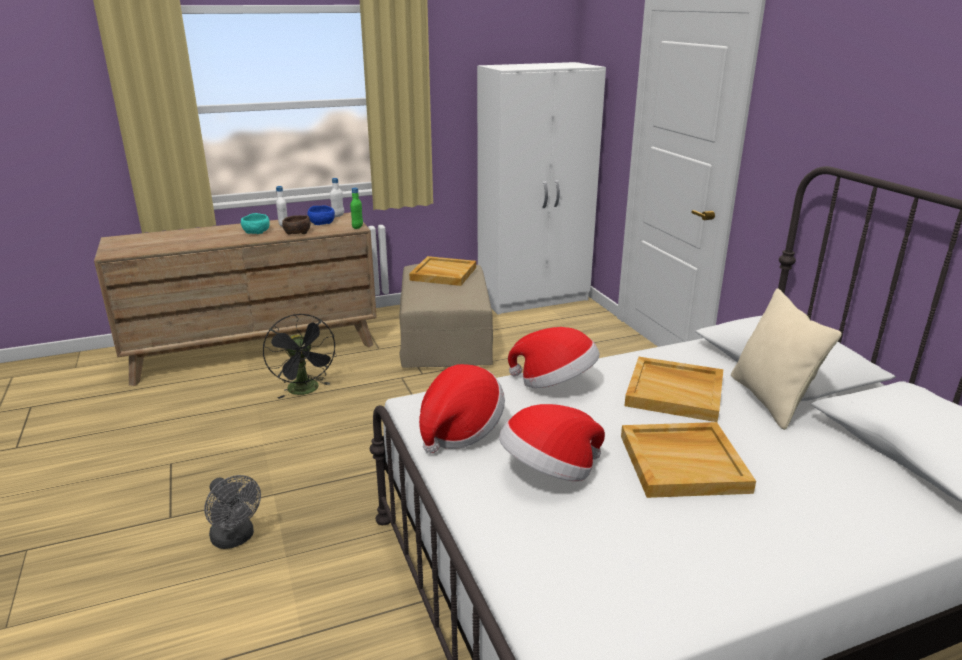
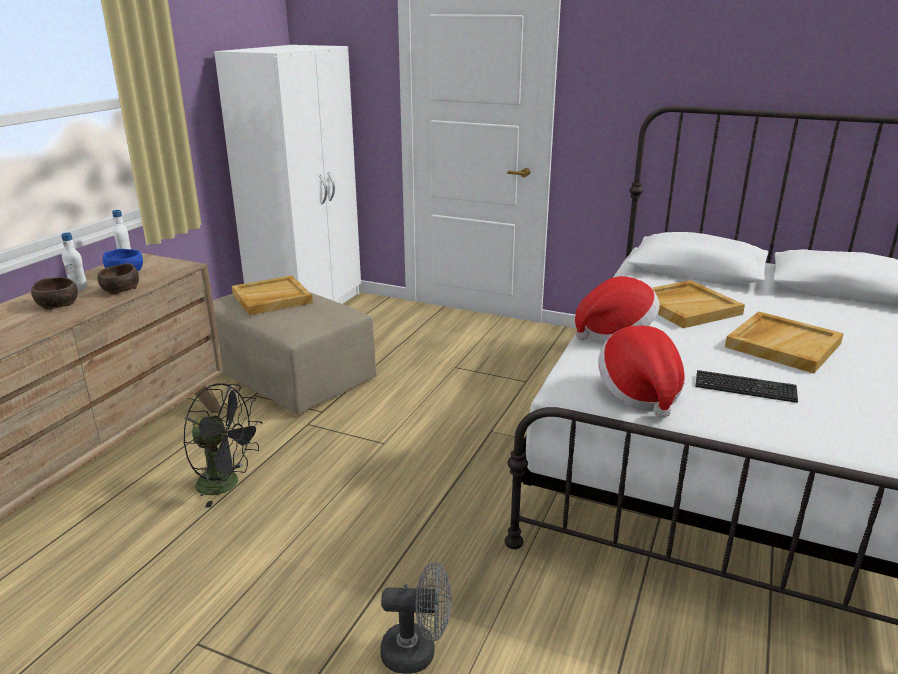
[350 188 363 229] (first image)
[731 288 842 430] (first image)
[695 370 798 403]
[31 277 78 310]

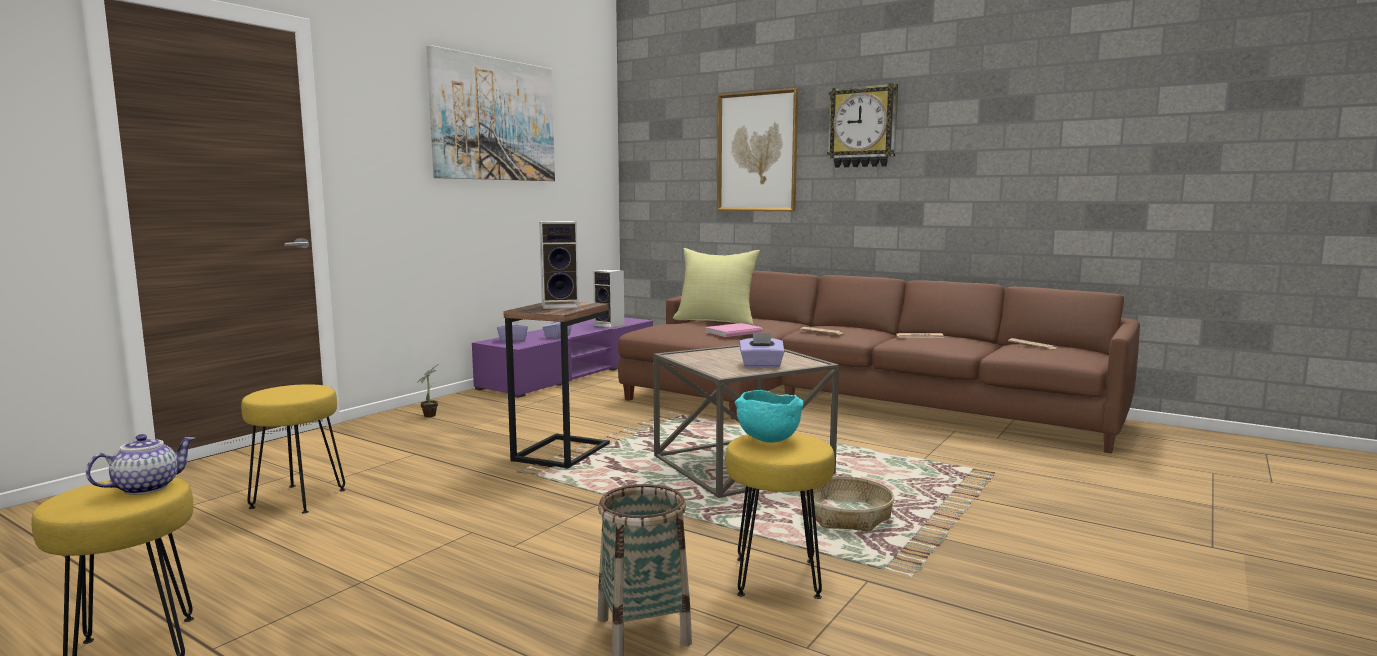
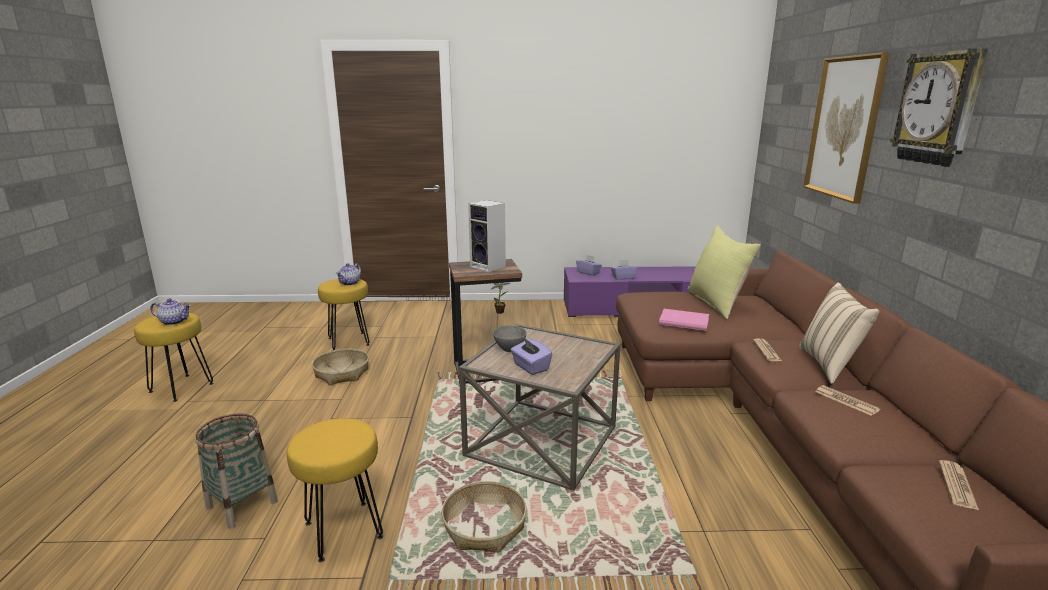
[427 45 555 181] (first image)
[593 269 624 328] (first image)
[734 390 803 443] (first image)
[312 349 369 385]
[336 263 361 286]
[493 325 527 352]
[799 282 879 384]

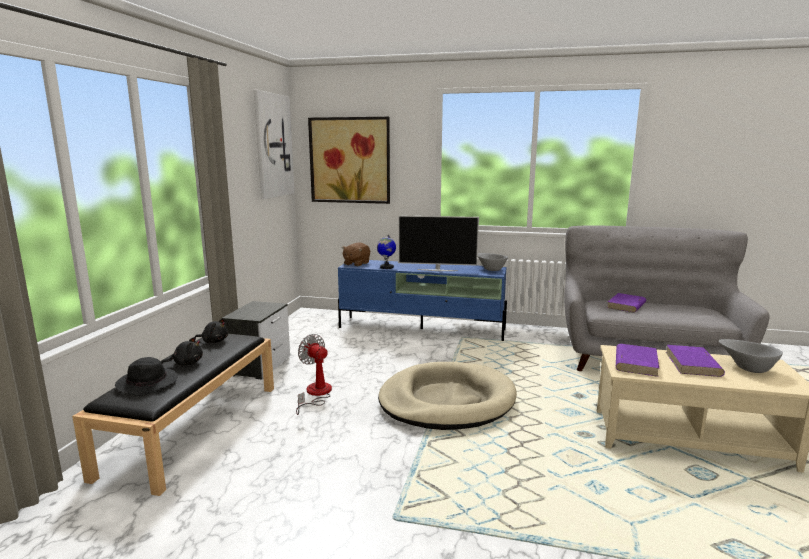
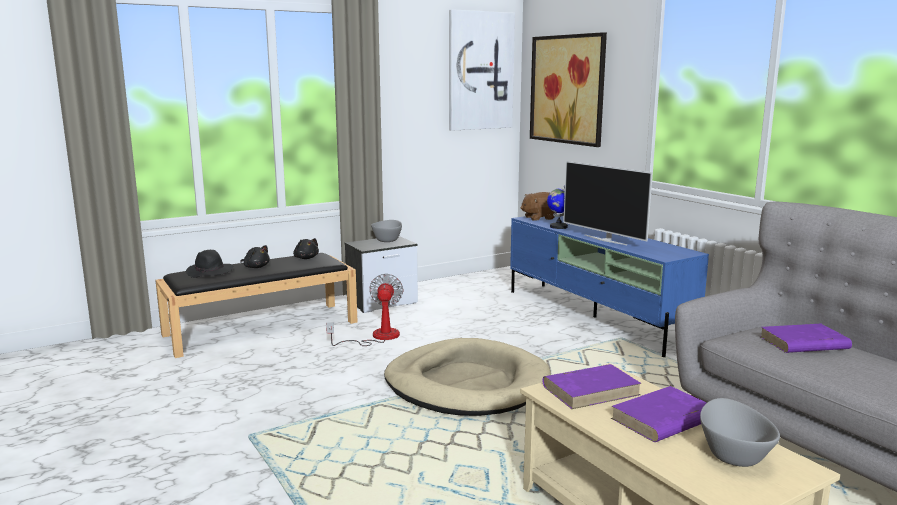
[371 220 402 242]

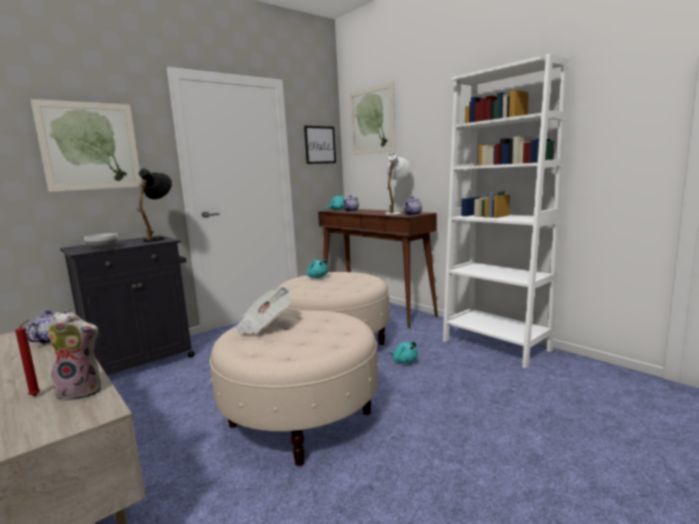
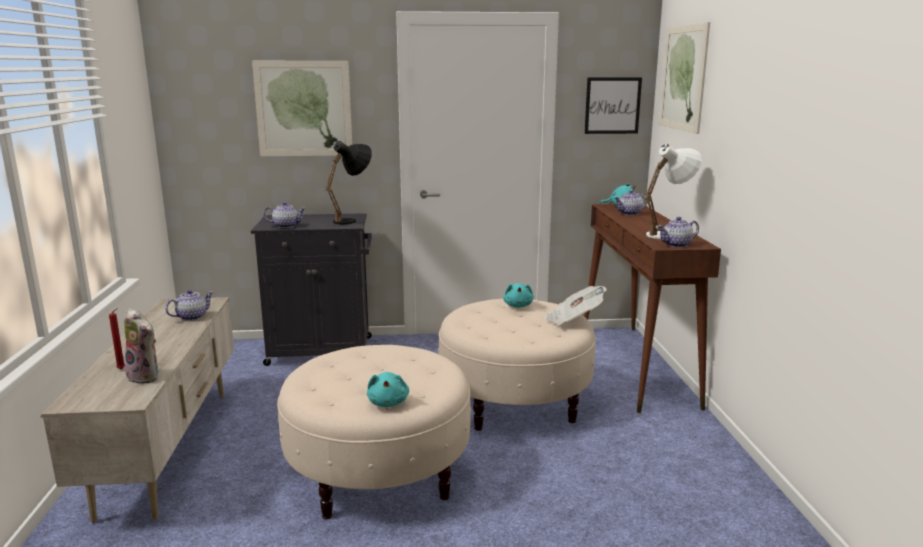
[443 53 568 368] (first image)
[543 286 607 325]
[367 372 409 407]
[264 202 306 228]

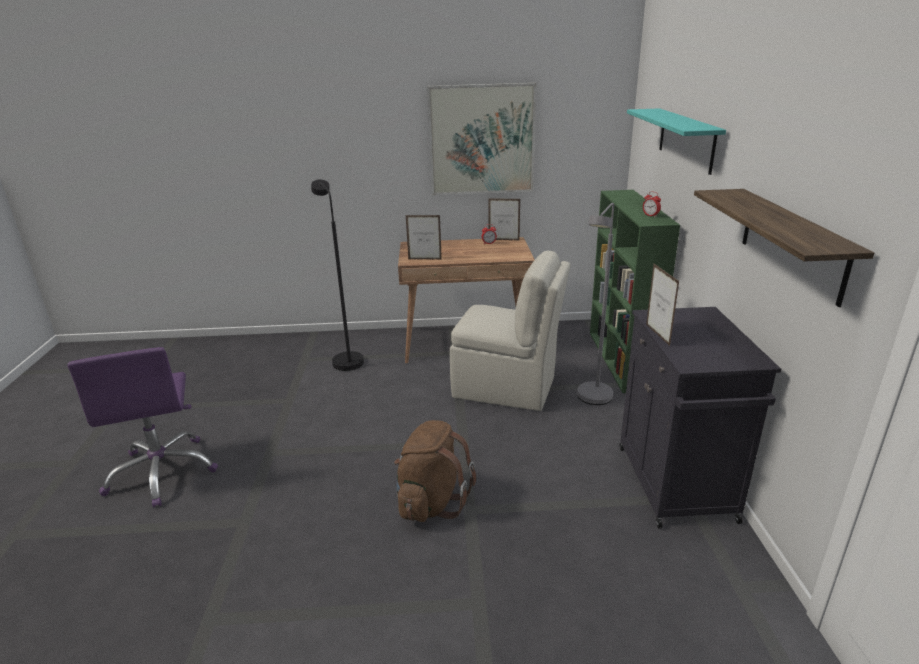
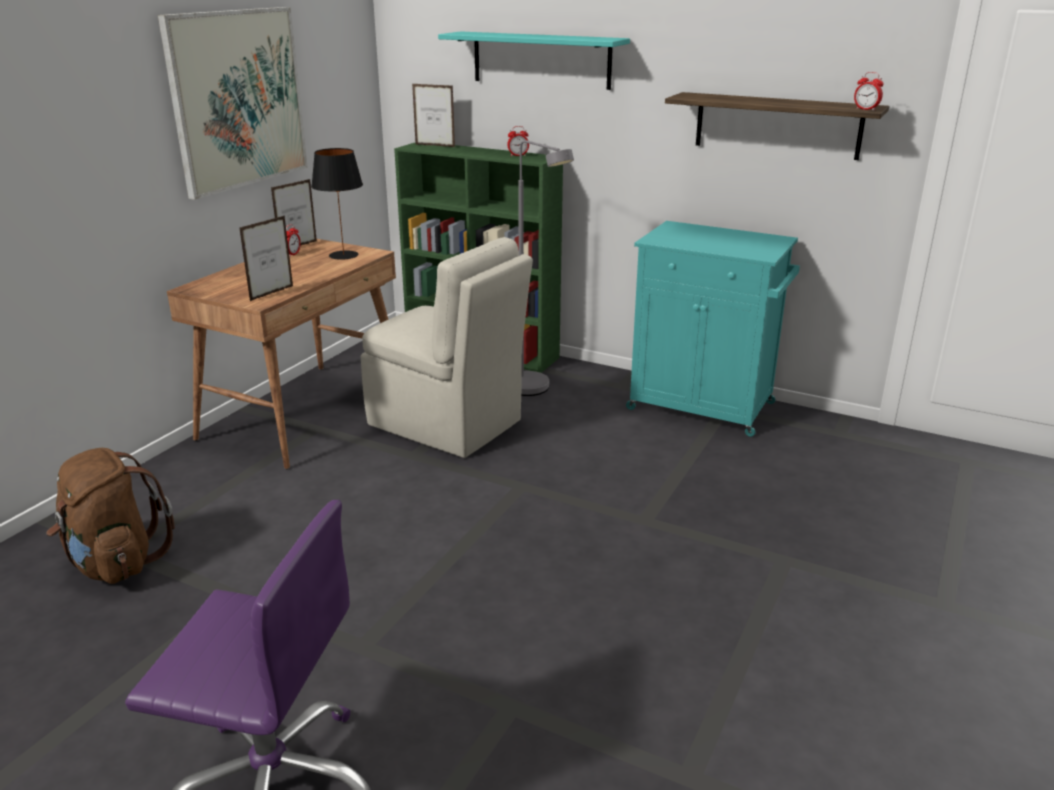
[311 180 364 371] (first image)
[311 148 363 260]
[854 72 883 111]
[47 448 175 584]
[412 84 455 147]
[626 221 800 437]
[361 237 533 458]

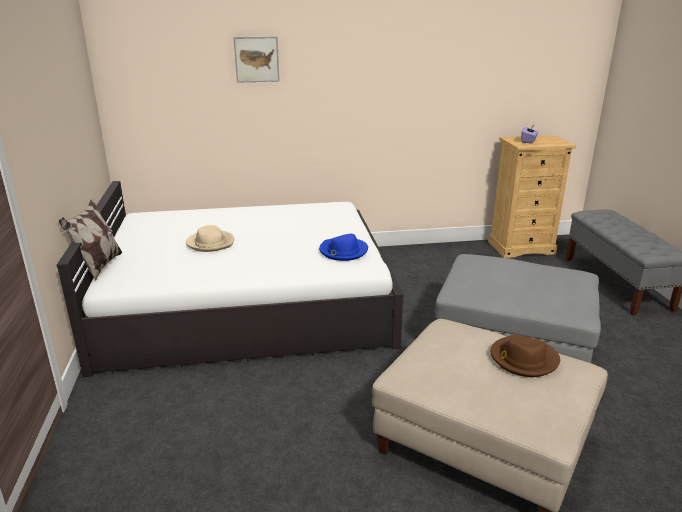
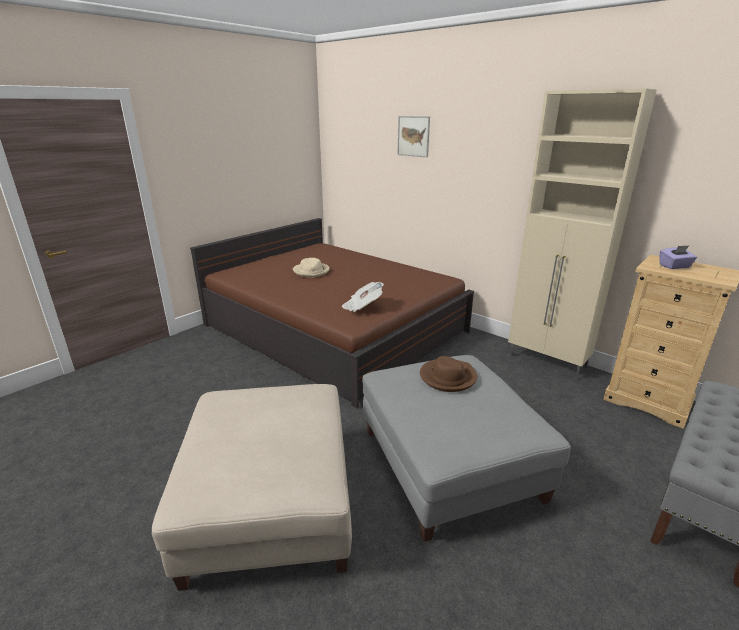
[59 200 122 281] (first image)
[508 88 657 380]
[420 356 477 392]
[342 282 384 312]
[190 218 474 409]

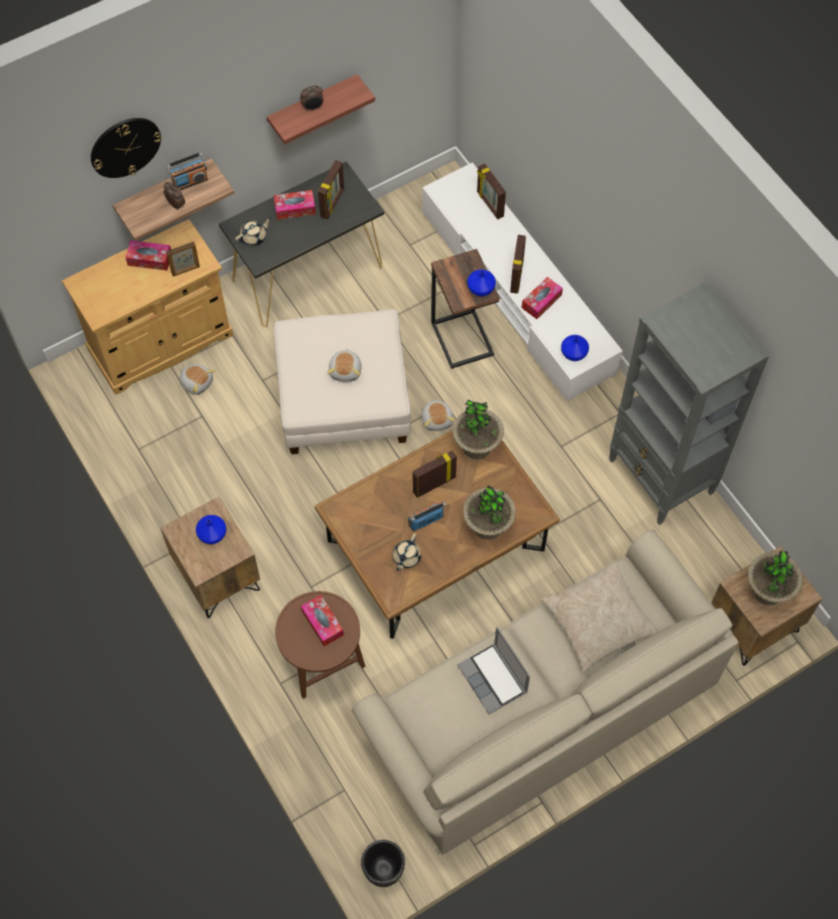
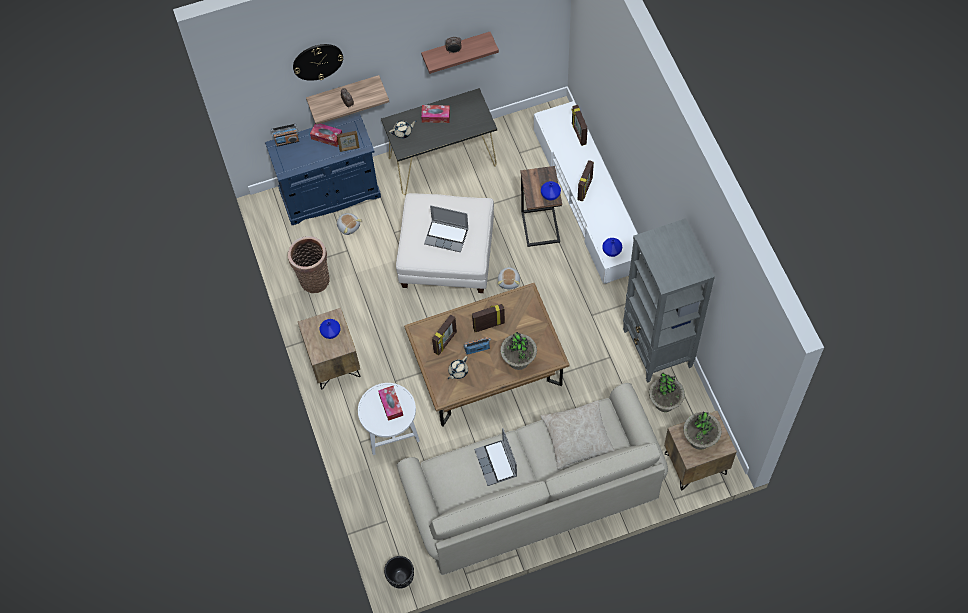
[522 277 563 319] (first image)
[288 236 330 293]
[271 124 299 147]
[432 314 457 355]
[649 373 685 412]
[424 205 468 252]
[265 113 381 225]
[358 383 420 455]

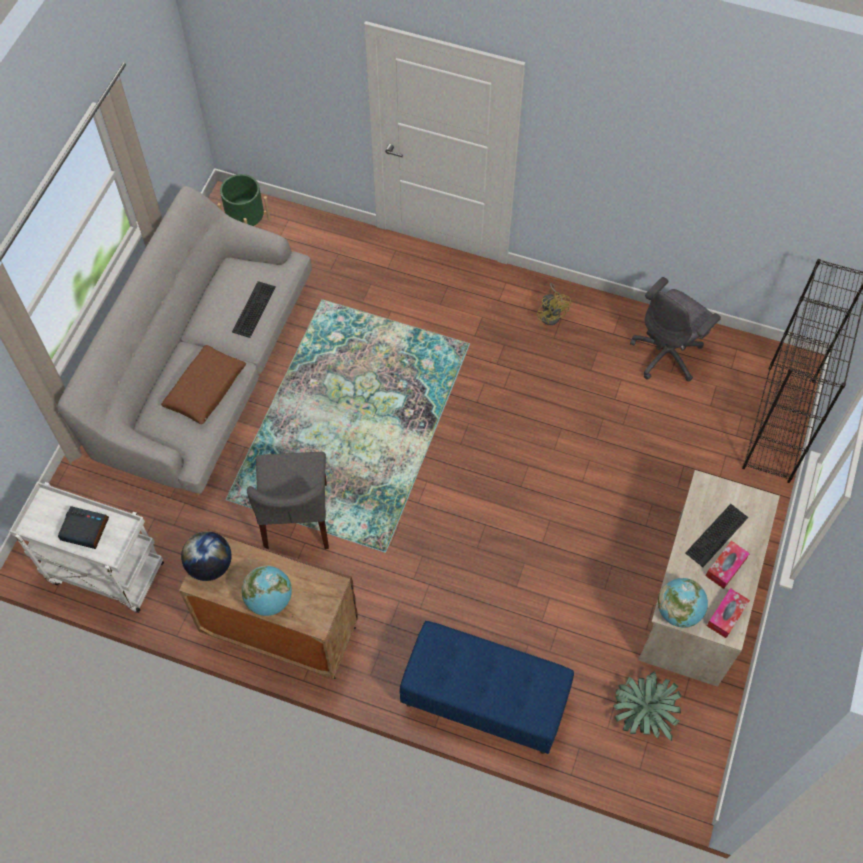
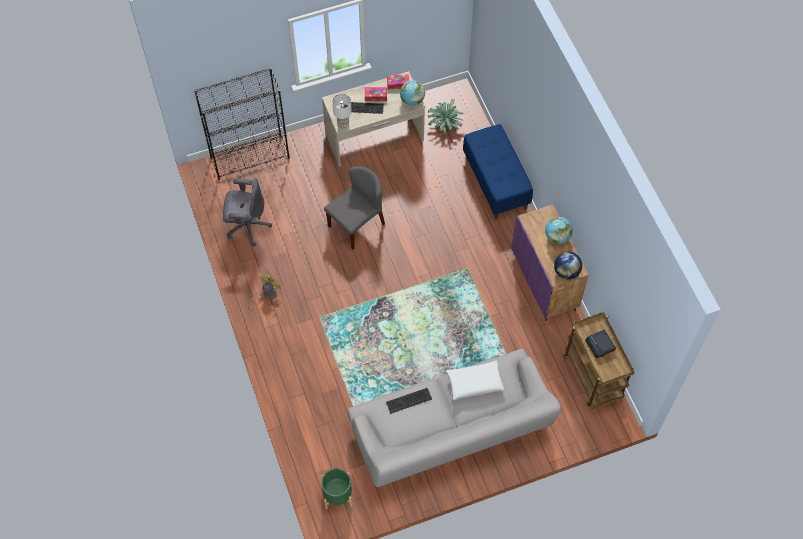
[332 94 352 128]
[324 166 385 249]
[564 312 634 409]
[446 361 505 400]
[511 204 589 321]

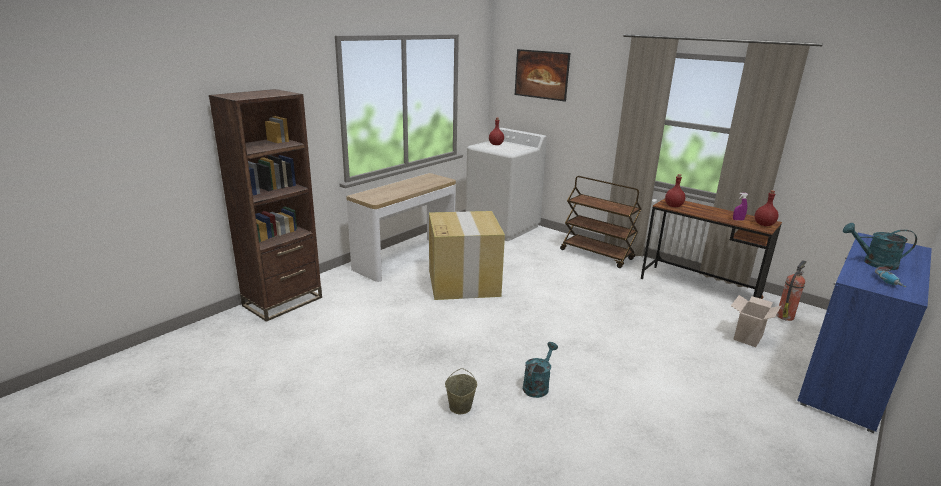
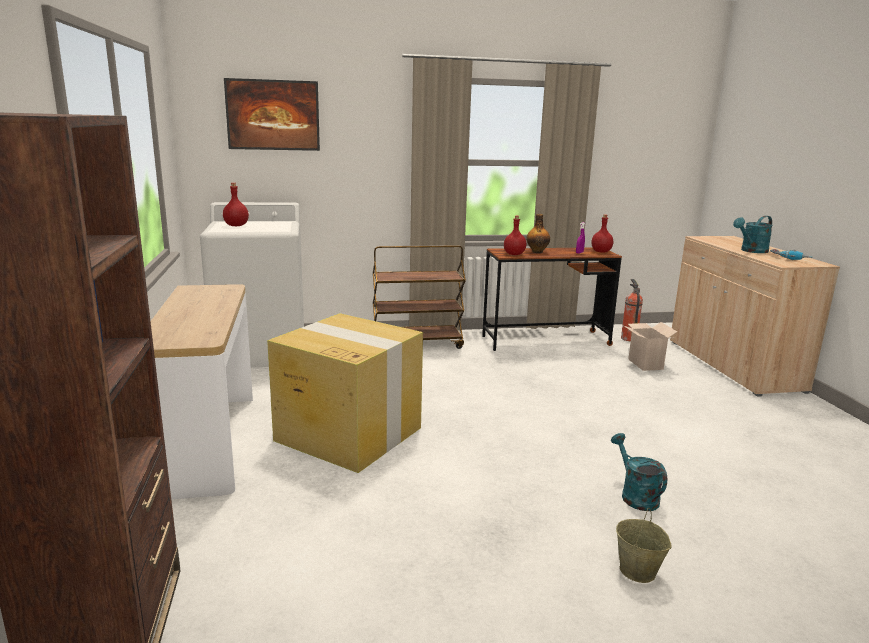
[526 214 550 253]
[670 236 840 397]

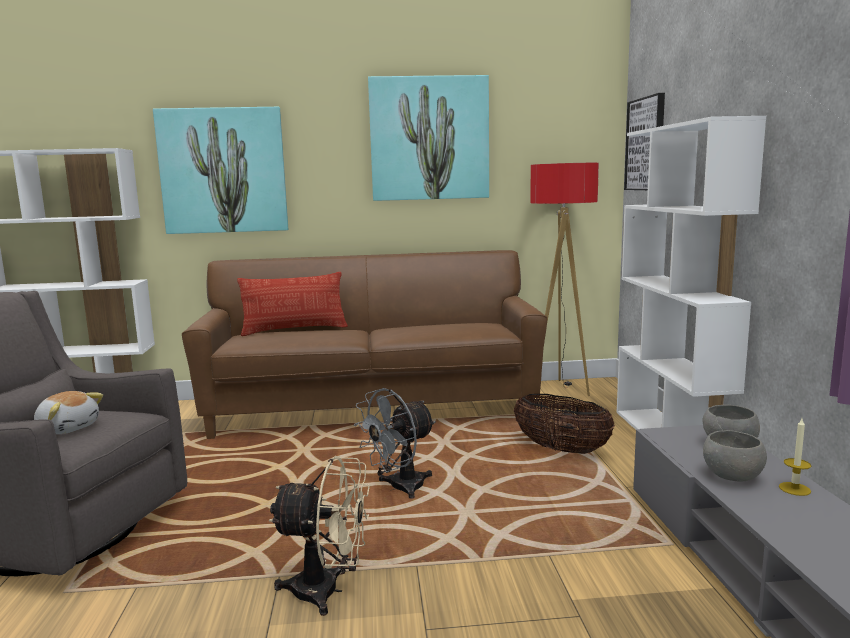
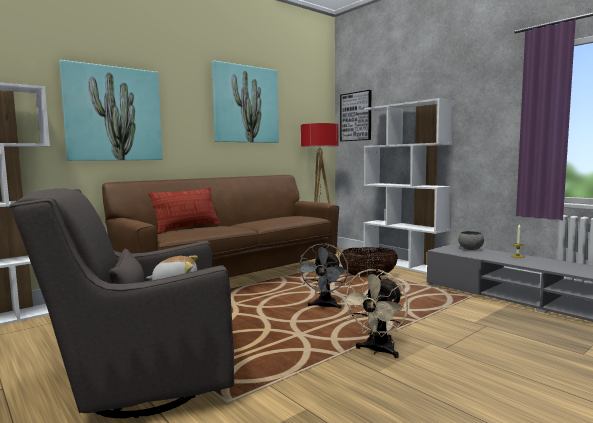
[703 430 767 482] (first image)
[341 269 408 358]

